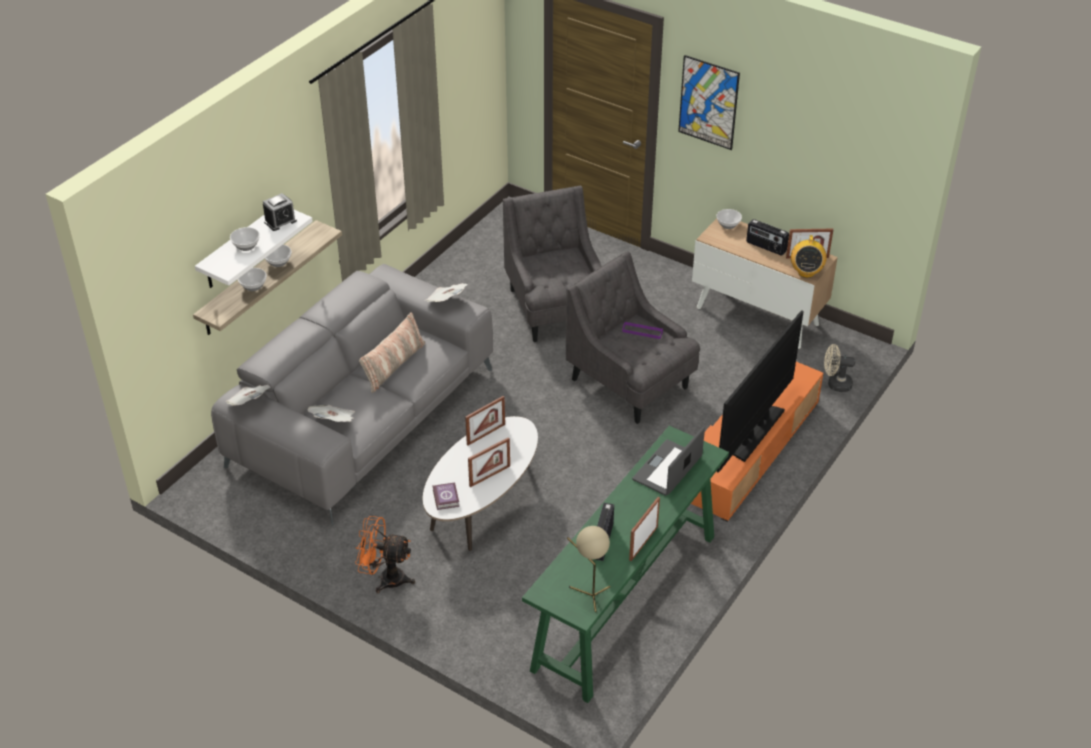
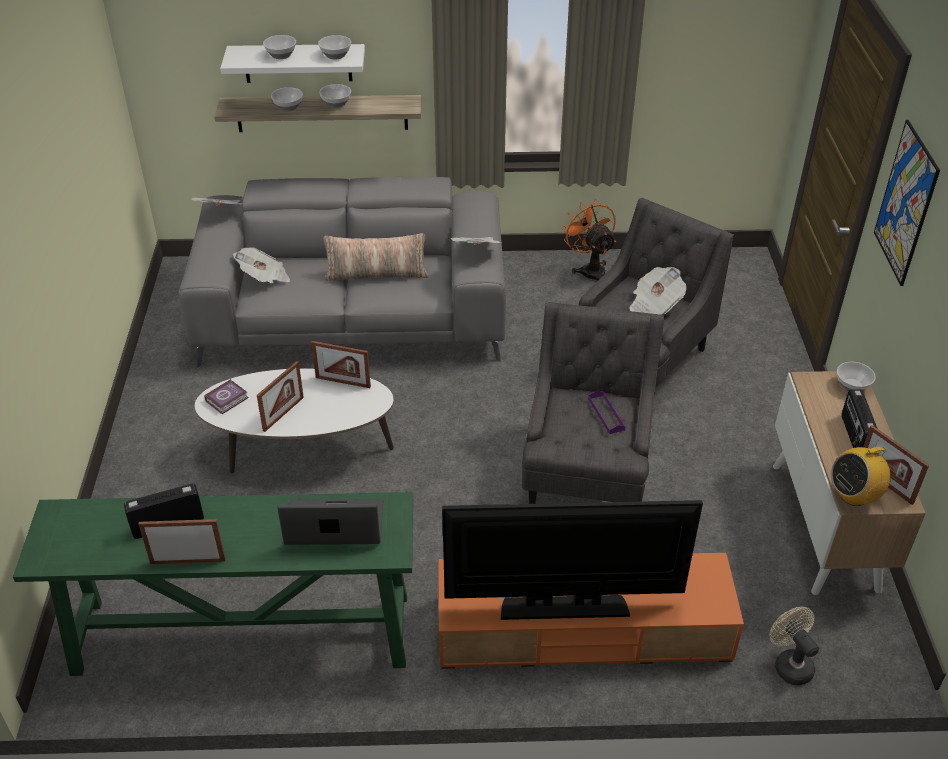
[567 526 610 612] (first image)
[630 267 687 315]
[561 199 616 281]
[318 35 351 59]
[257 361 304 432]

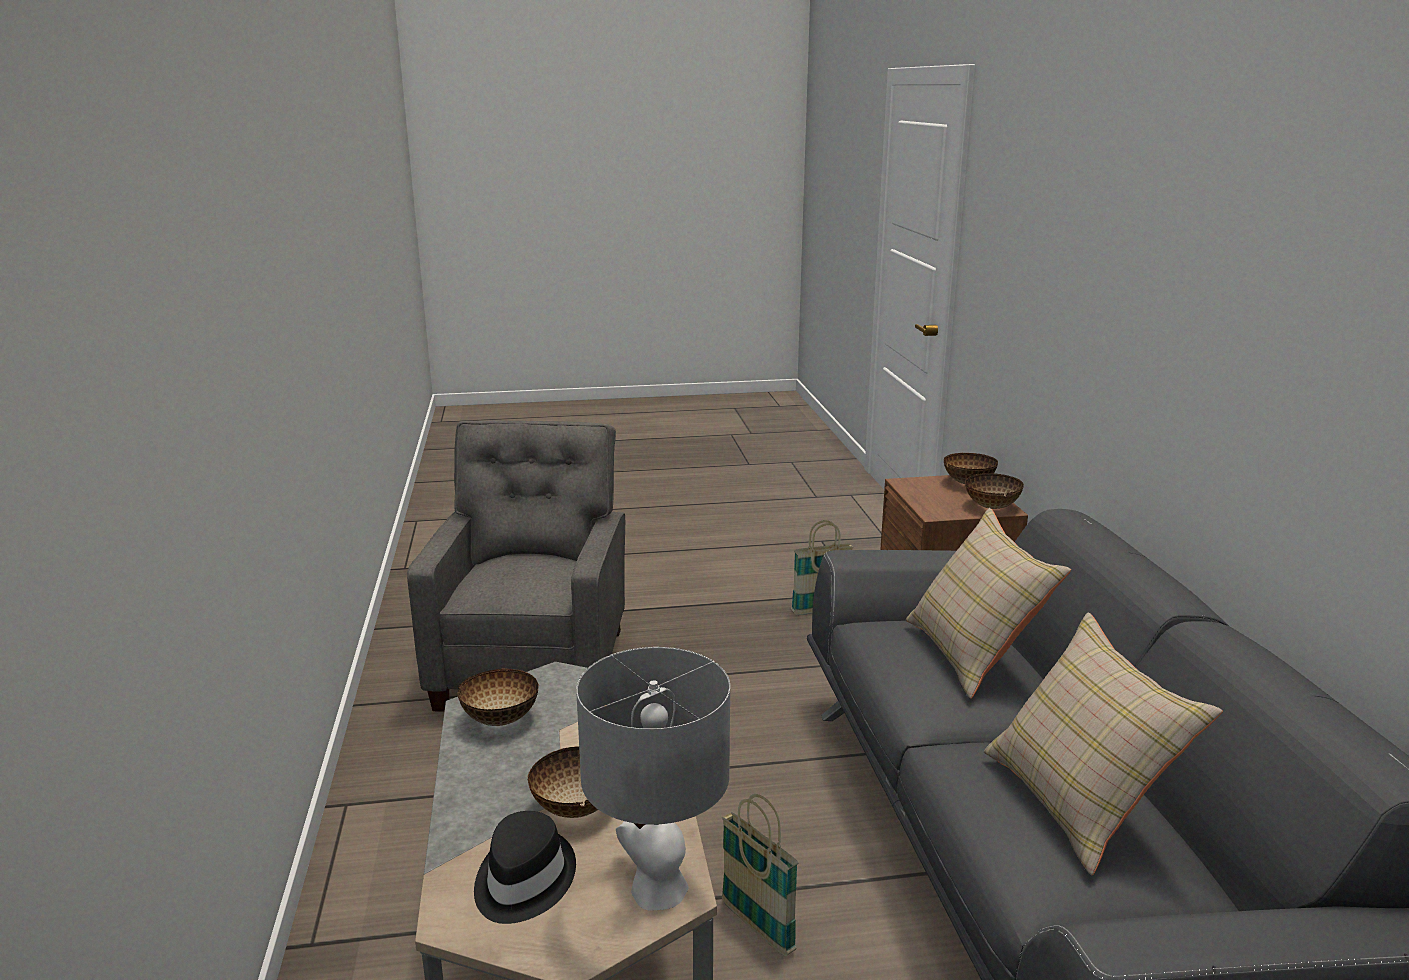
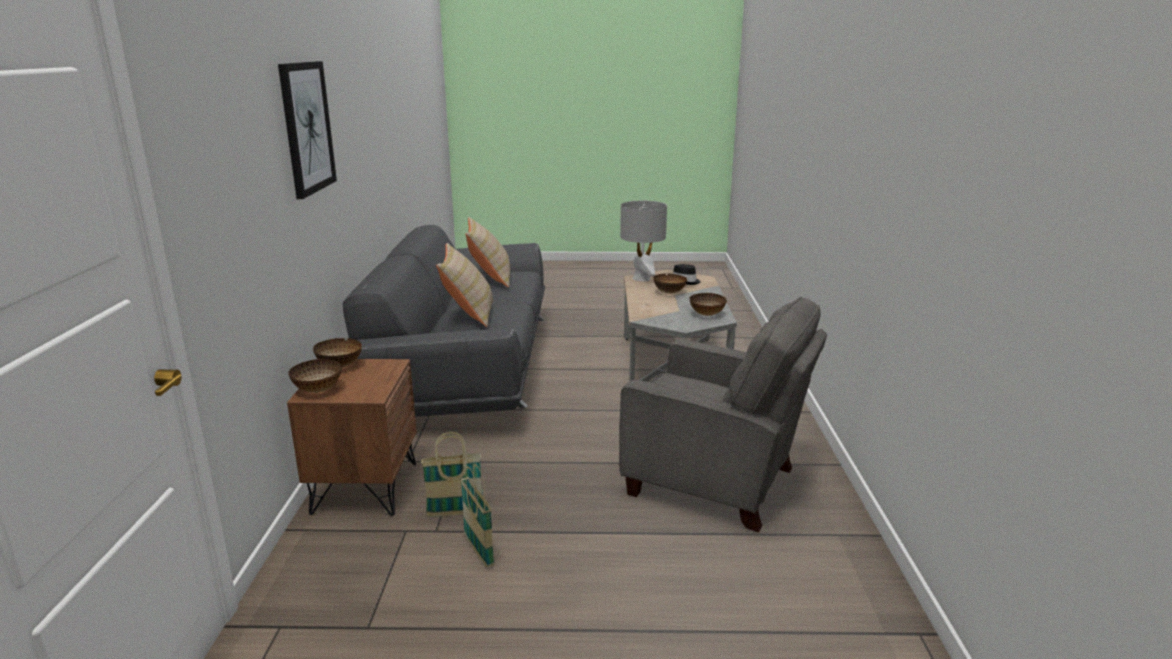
[278 61 337 199]
[461 464 494 568]
[619 297 827 533]

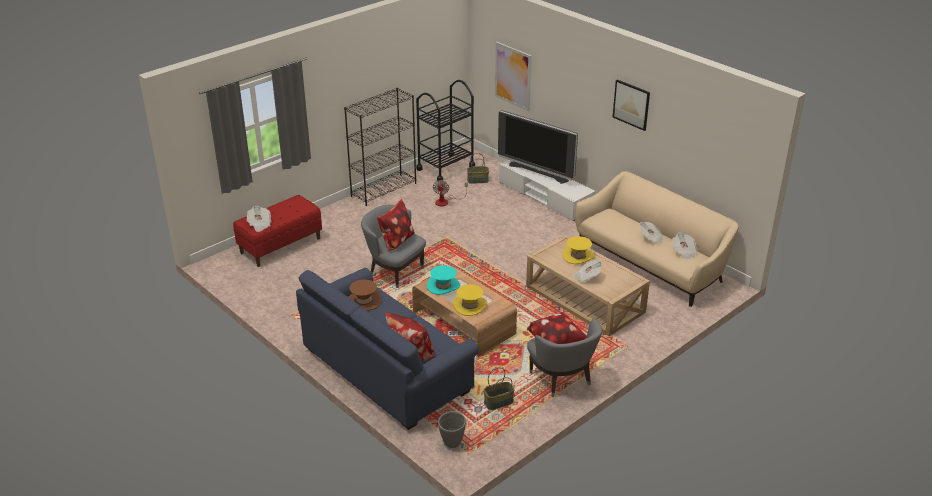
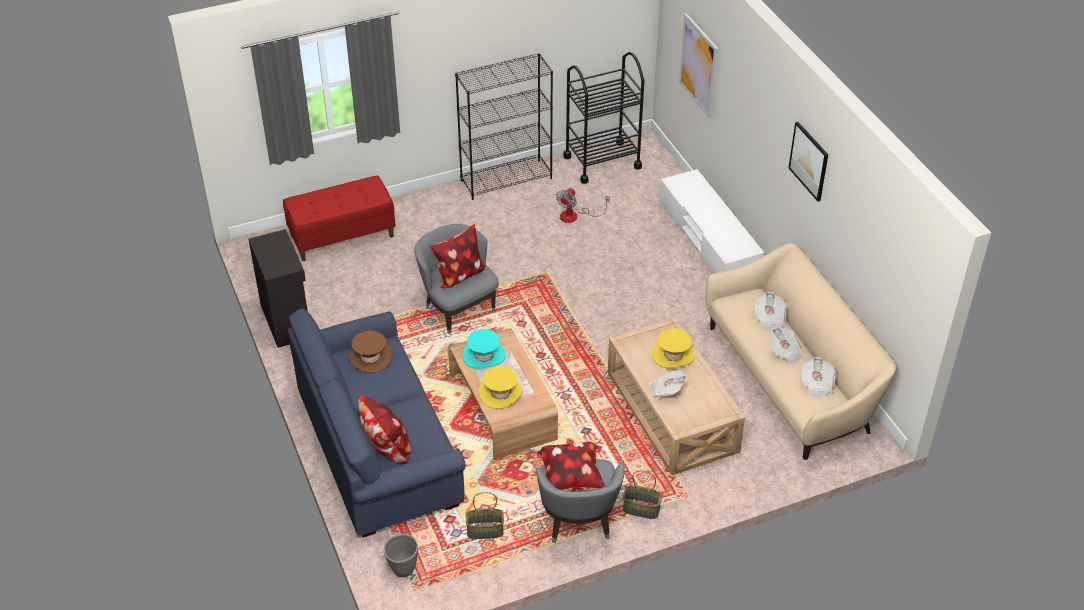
[498 110 578 184] (first image)
[248 229 308 348]
[753 292 787 331]
[623 470 662 519]

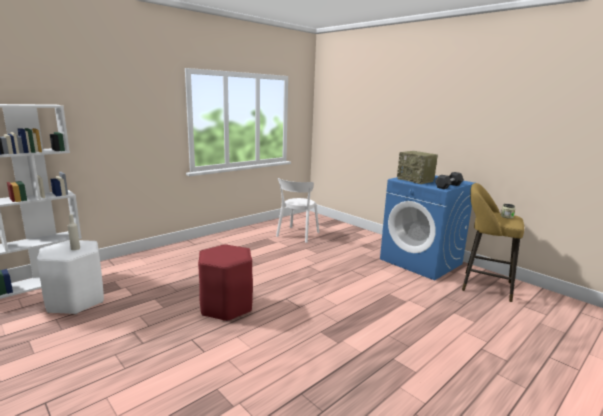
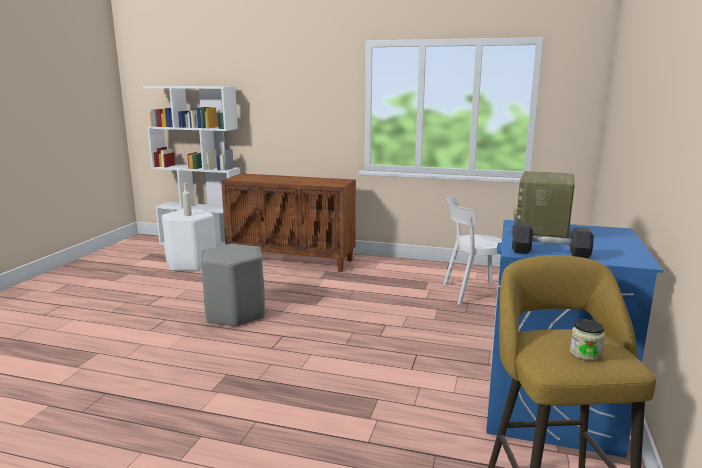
[221 173 356 272]
[201 244 265 327]

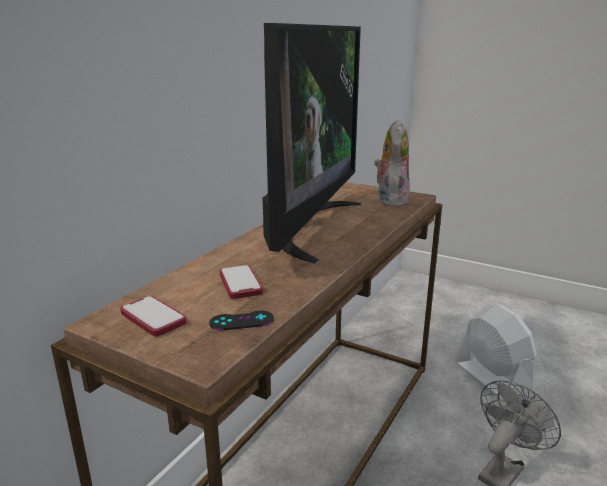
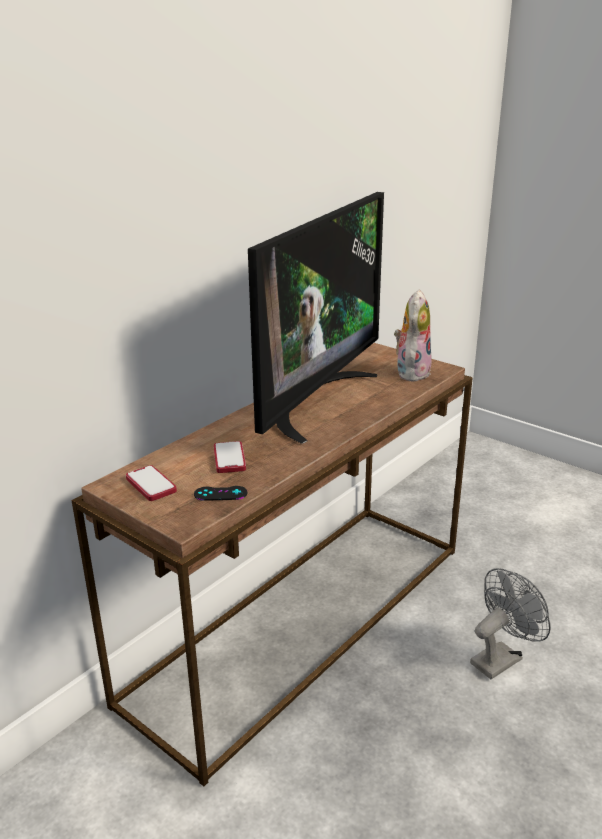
[455 304 537 407] (first image)

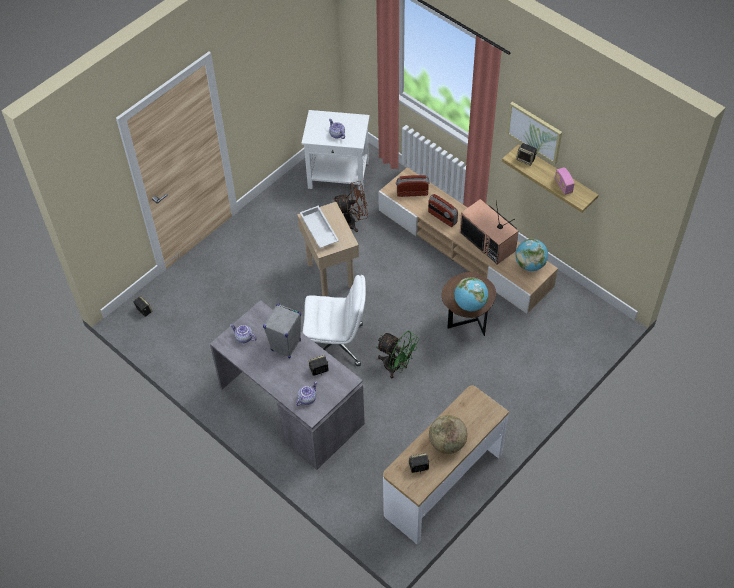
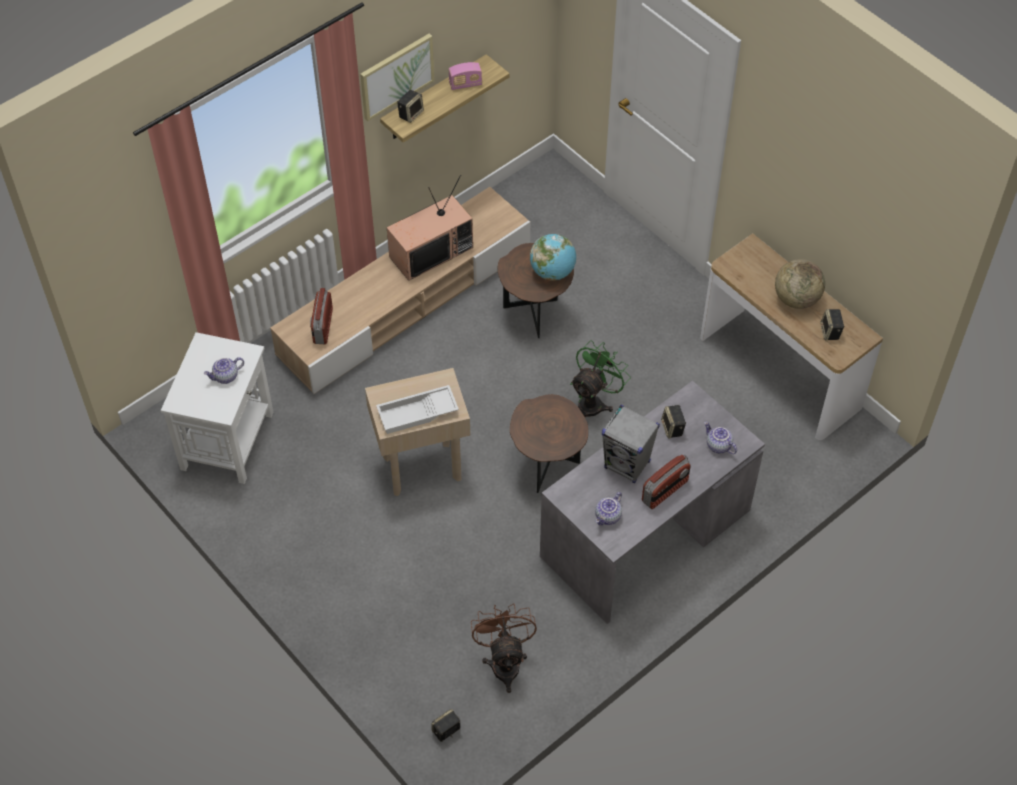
[515 239 548 271] (first image)
[471 603 537 693]
[642 455 691 509]
[510 394 588 493]

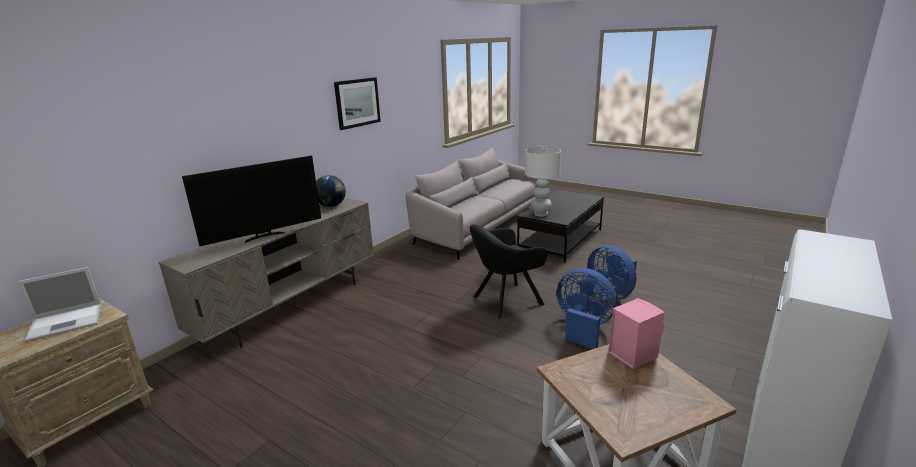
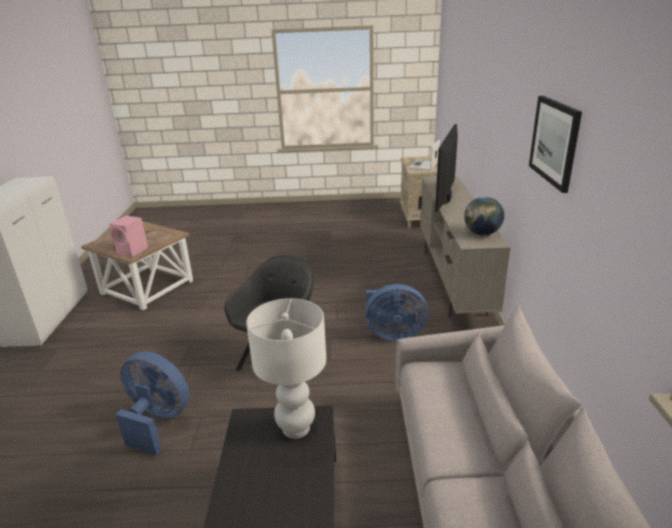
[365 284 428 341]

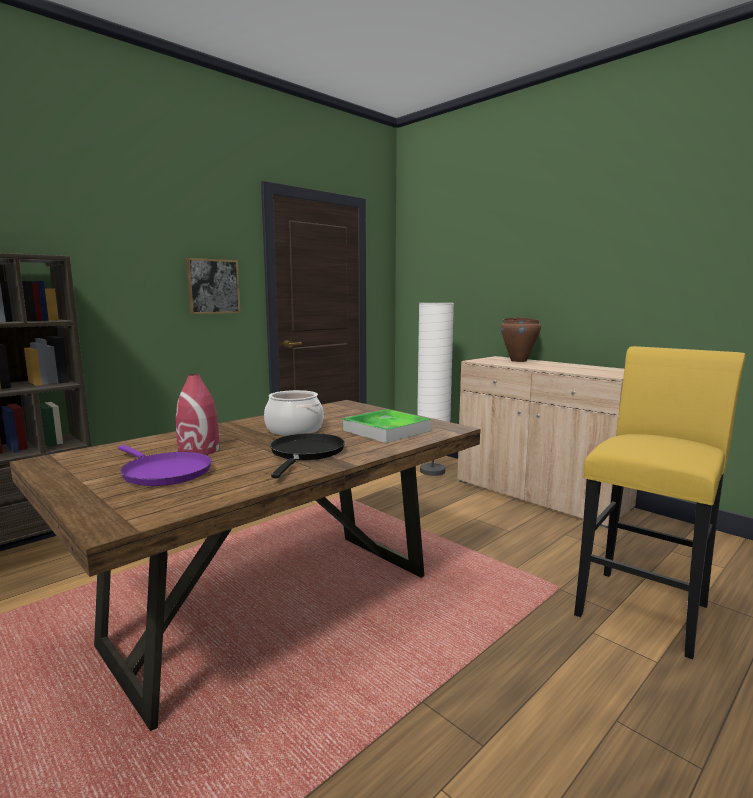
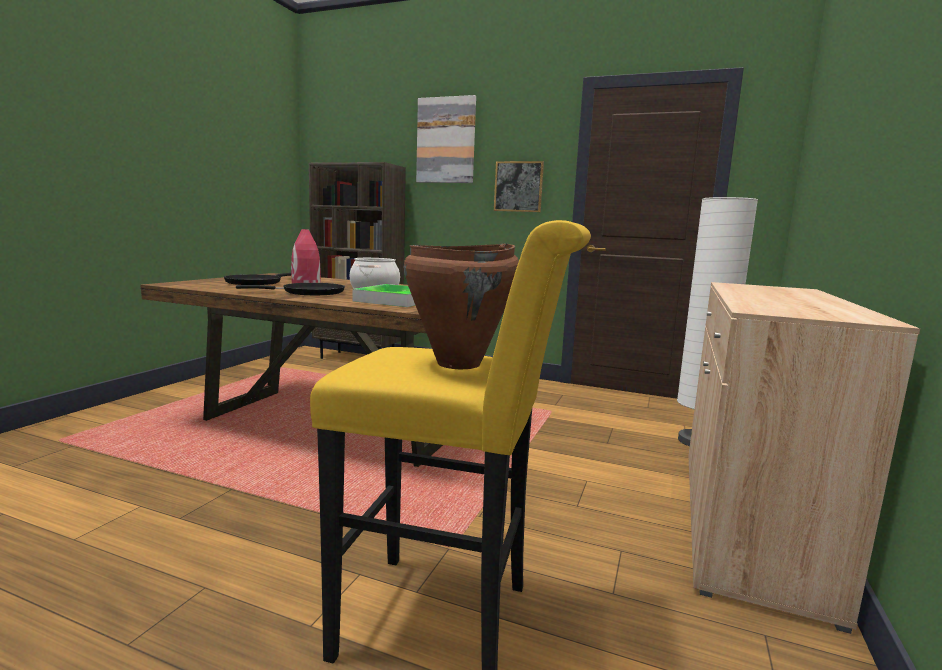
[416 95 476 183]
[404 243 519 369]
[224 273 291 285]

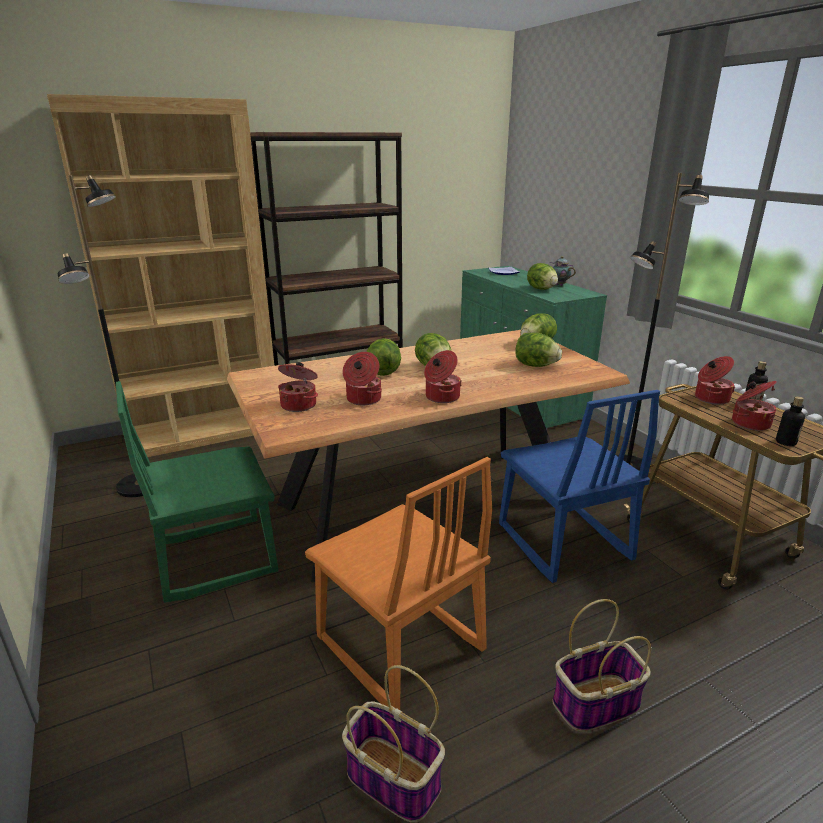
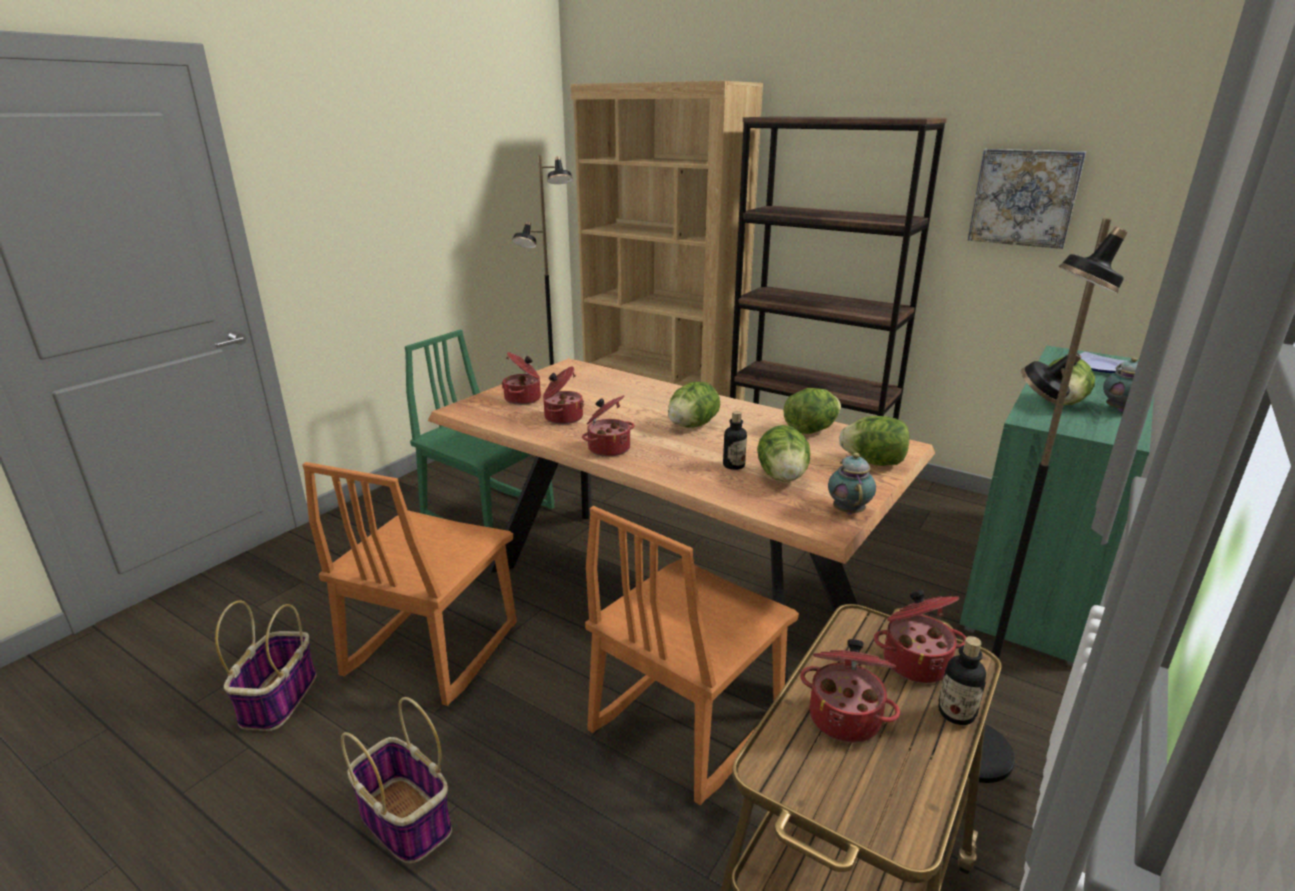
[828 453 876 515]
[968 149 1086 249]
[783 388 841 434]
[723 411 747 470]
[585 506 799 805]

